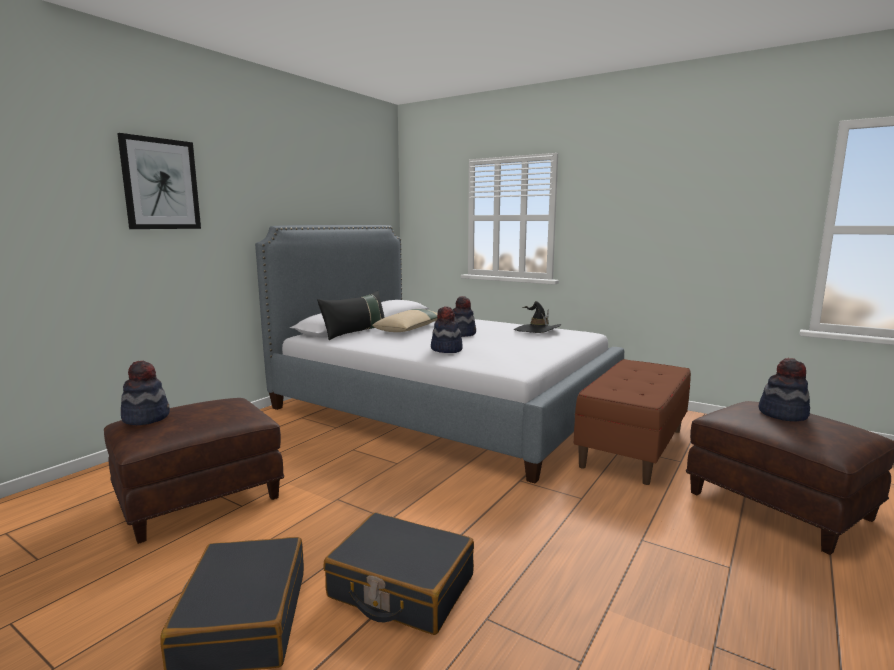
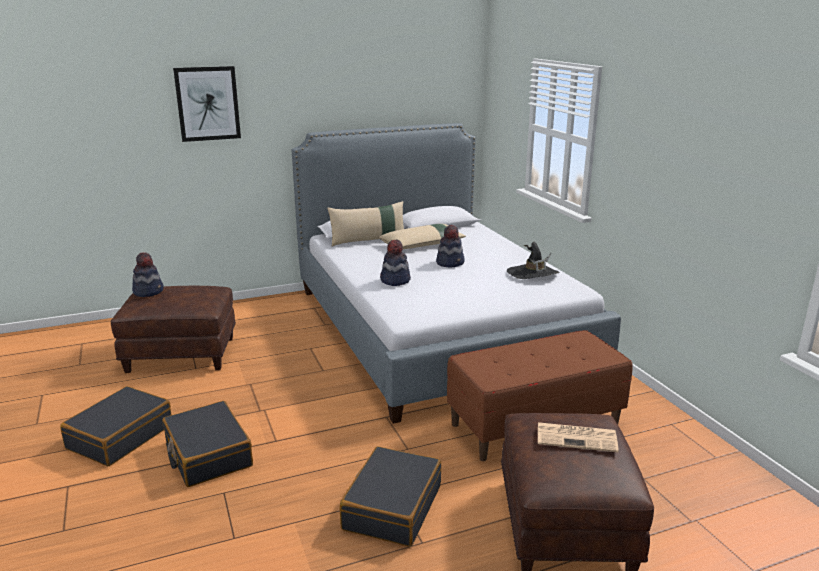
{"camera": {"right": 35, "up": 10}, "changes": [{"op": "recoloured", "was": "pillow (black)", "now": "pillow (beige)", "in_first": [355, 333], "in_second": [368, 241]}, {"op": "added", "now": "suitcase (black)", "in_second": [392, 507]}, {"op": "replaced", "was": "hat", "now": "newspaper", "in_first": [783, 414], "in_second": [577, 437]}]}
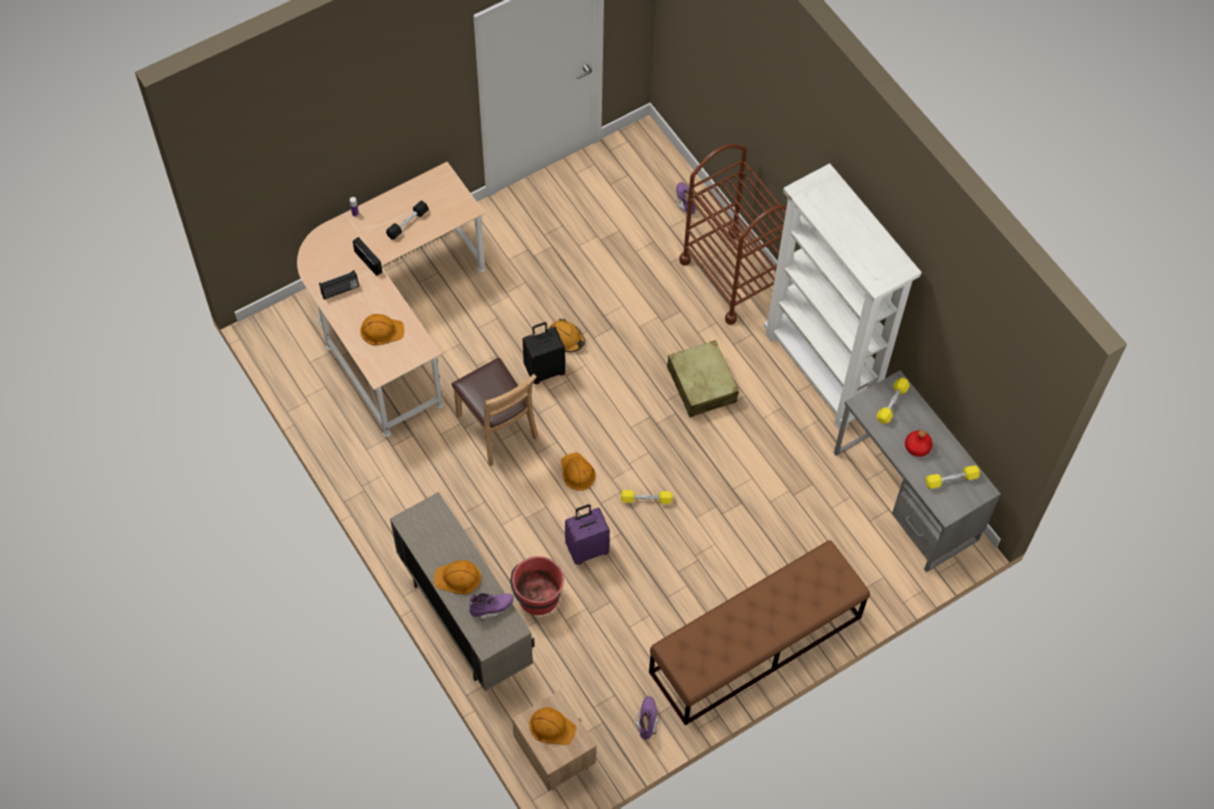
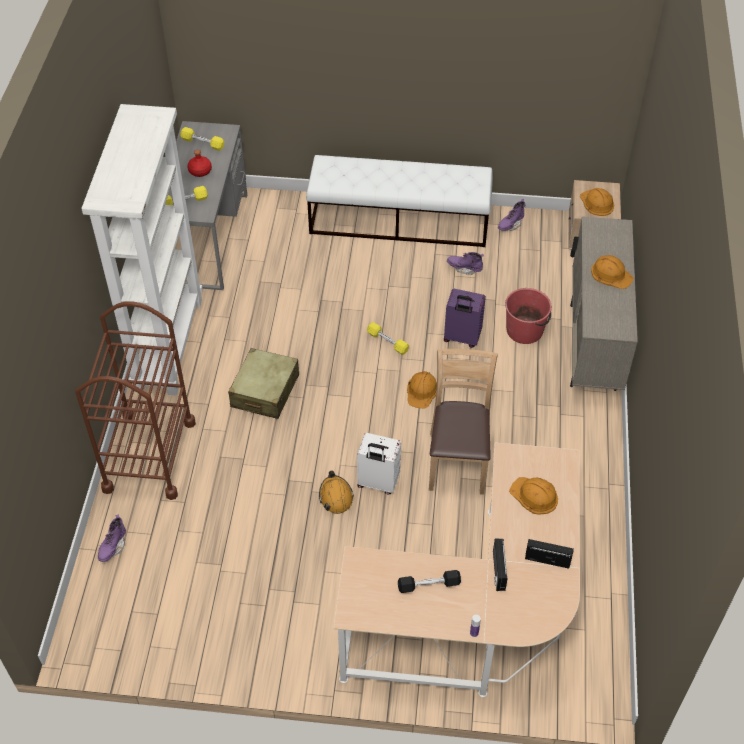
{"camera": {"right": -140, "up": -10}, "changes": [{"op": "recoloured", "was": "bench (brown)", "now": "bench (white)", "in_first": [755, 645], "in_second": [399, 221]}, {"op": "recoloured", "was": "suitcase (black)", "now": "suitcase (white)", "in_first": [544, 370], "in_second": [377, 483]}, {"op": "moved", "was": "boot (purple)", "in_first": [491, 608], "in_second": [464, 268]}]}
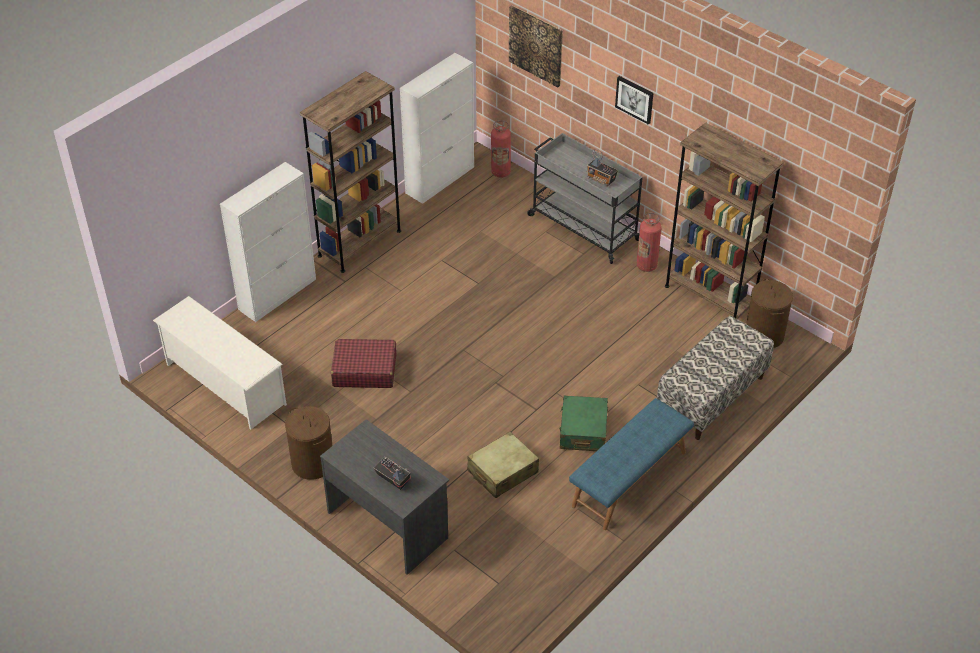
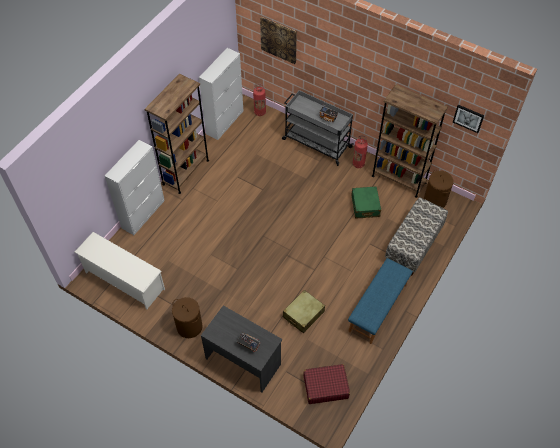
{"camera": {"right": -10, "up": 10}, "changes": [{"op": "moved", "was": "suitcase (red)", "in_first": [364, 370], "in_second": [325, 386]}, {"op": "moved", "was": "suitcase (green)", "in_first": [583, 431], "in_second": [365, 206]}, {"op": "moved", "was": "picture", "in_first": [635, 99], "in_second": [468, 118]}]}
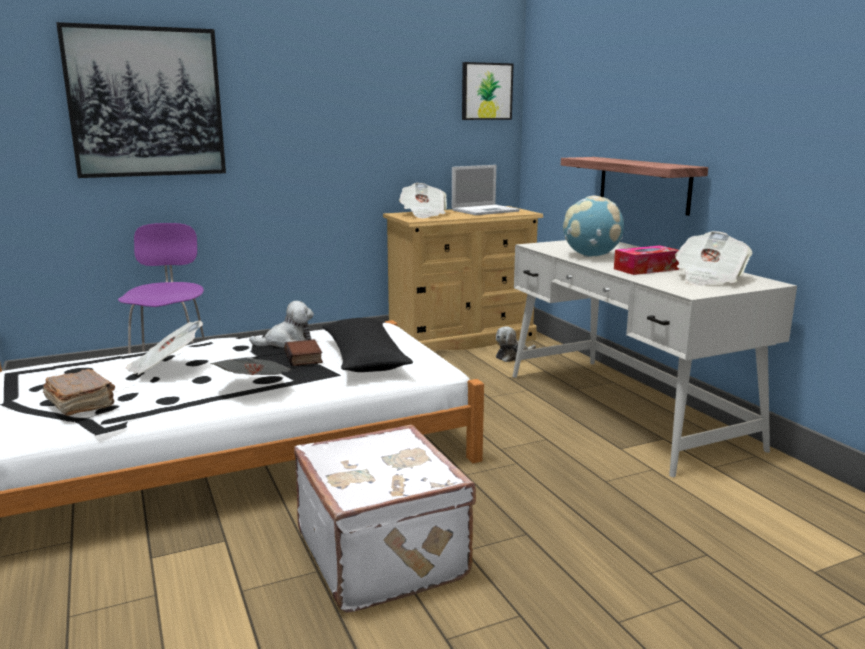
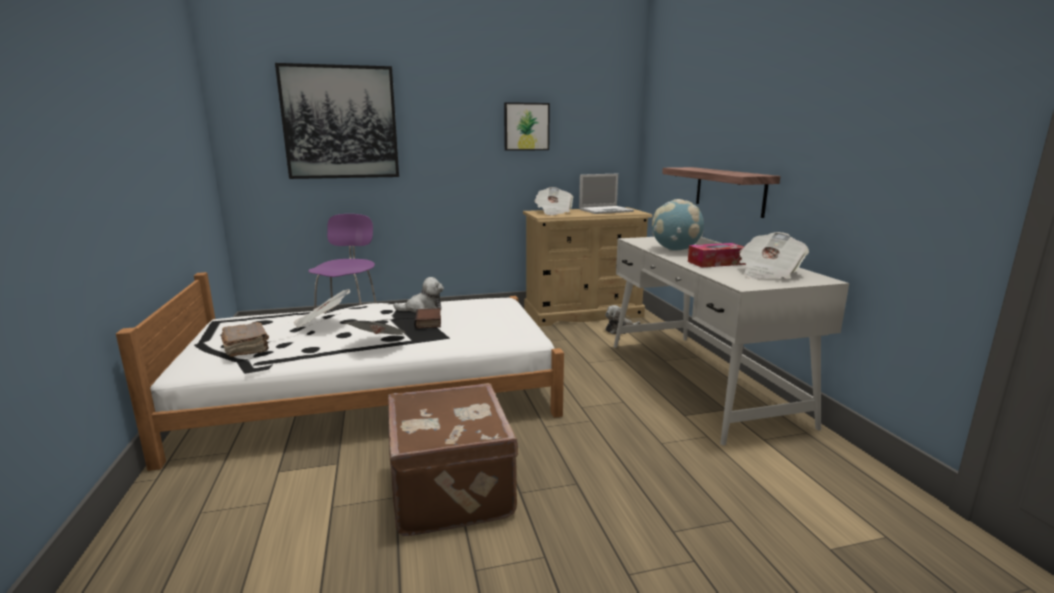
{"camera": {"right": 10, "up": 0}, "changes": [{"op": "recoloured", "was": "suitcase (white)", "now": "suitcase (brown)", "in_first": [384, 554], "in_second": [453, 488]}, {"op": "moved", "was": "picture", "in_first": [486, 91], "in_second": [526, 126]}, {"op": "removed", "was": "pillow (black)", "in_first": [364, 358]}]}
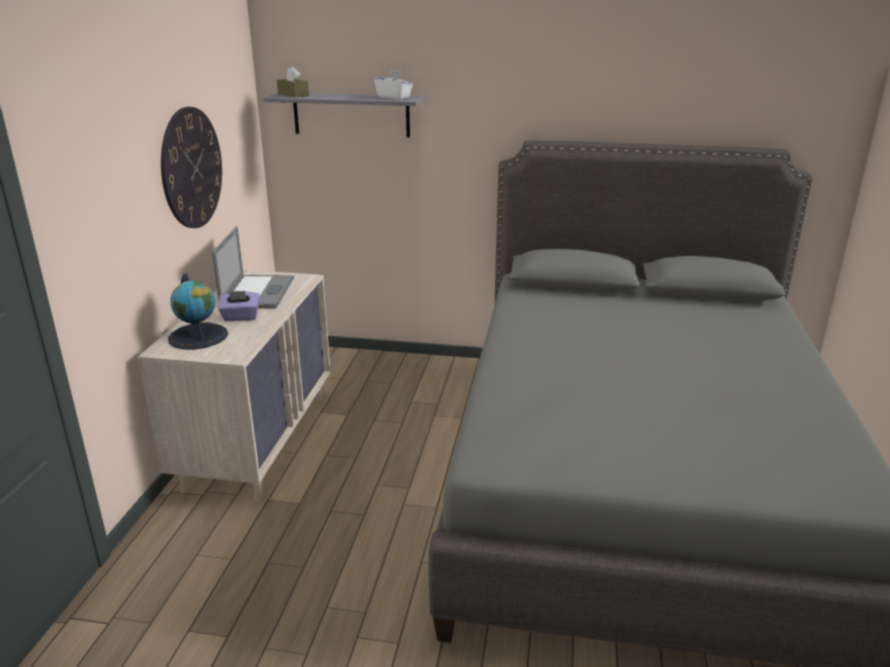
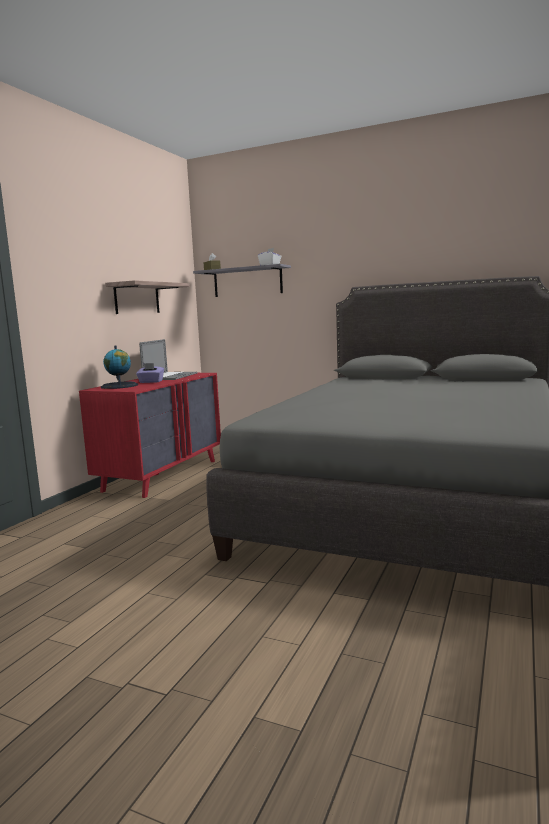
{"camera": {"right": 15, "up": -15}, "changes": [{"op": "recoloured", "was": "dresser (beige)", "now": "dresser (red)", "in_first": [258, 440], "in_second": [162, 475]}, {"op": "replaced", "was": "wall clock", "now": "shelf", "in_first": [191, 168], "in_second": [137, 298]}]}
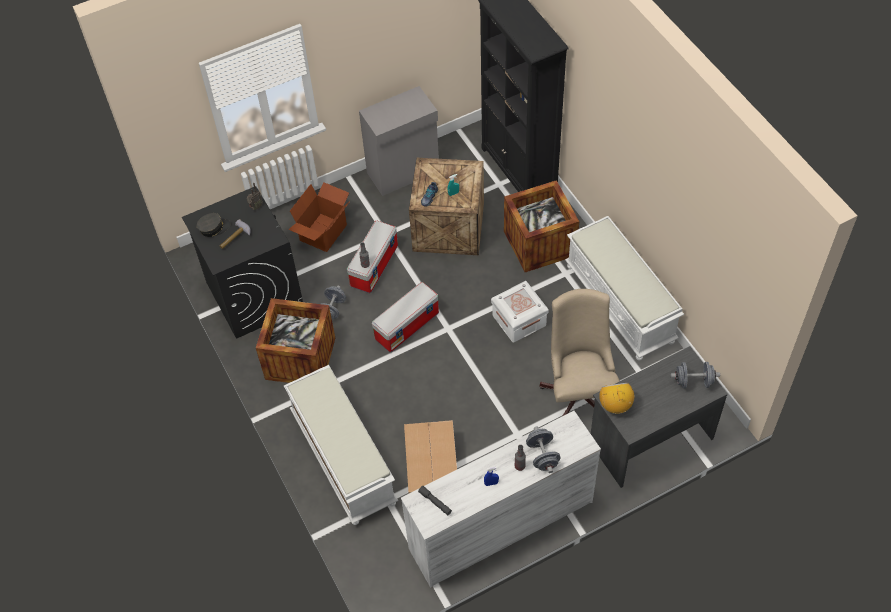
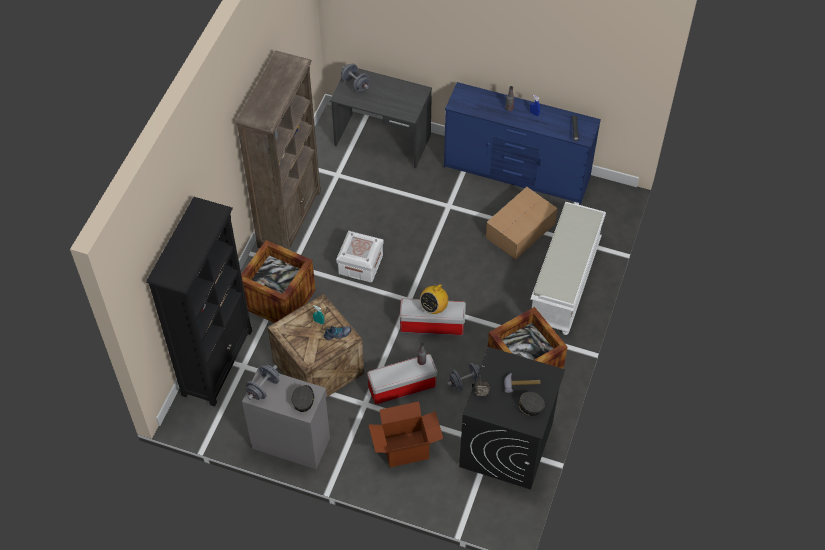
{"camera": {"right": -135, "up": 0}, "changes": [{"op": "replaced", "was": "bench (white)", "now": "bookcase (brown)", "in_first": [620, 304], "in_second": [290, 218]}, {"op": "moved", "was": "dumbbell (grey)", "in_first": [542, 456], "in_second": [263, 388]}, {"op": "added", "now": "cap (grey)", "in_second": [303, 400]}, {"op": "moved", "was": "radio", "in_first": [615, 406], "in_second": [434, 308]}, {"op": "recoloured", "was": "dresser (white)", "now": "dresser (blue)", "in_first": [500, 525], "in_second": [516, 173]}, {"op": "removed", "was": "office chair (beige)", "in_first": [579, 391]}]}
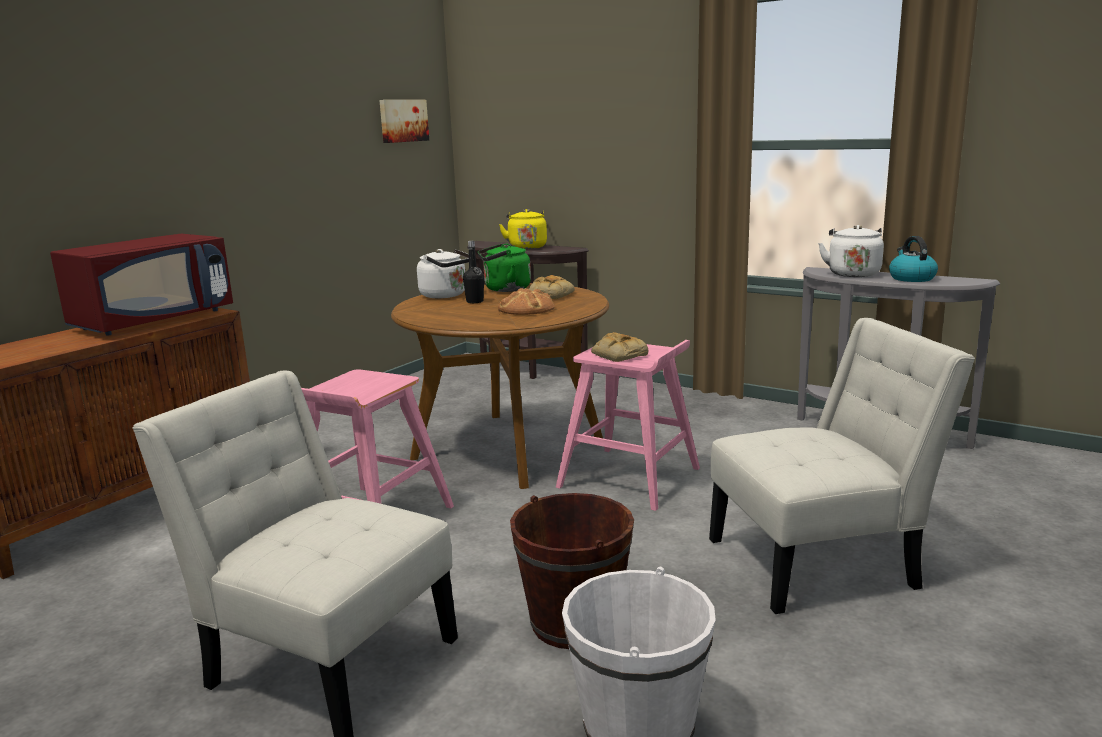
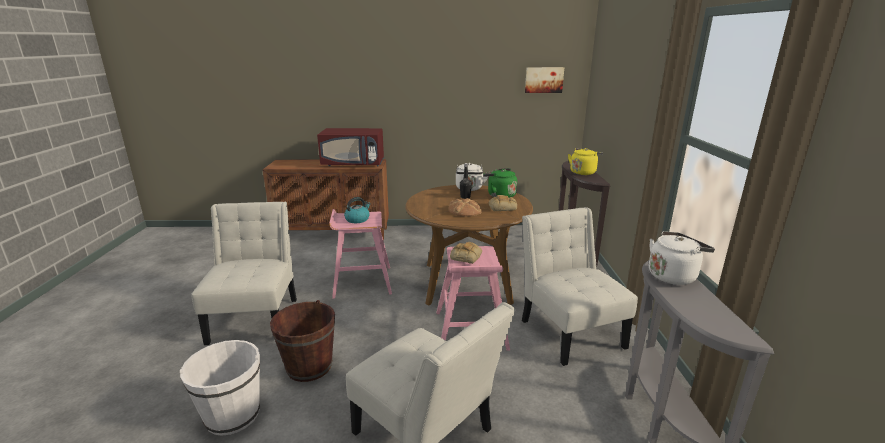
{"camera": {"right": 55, "up": 5}, "changes": [{"op": "moved", "was": "kettle", "in_first": [911, 278], "in_second": [357, 219]}, {"op": "added", "now": "chair (white)", "in_second": [569, 330]}]}
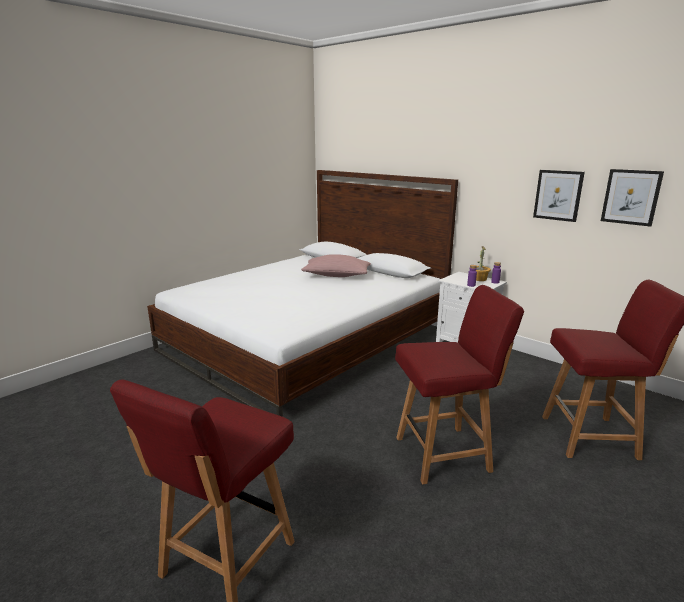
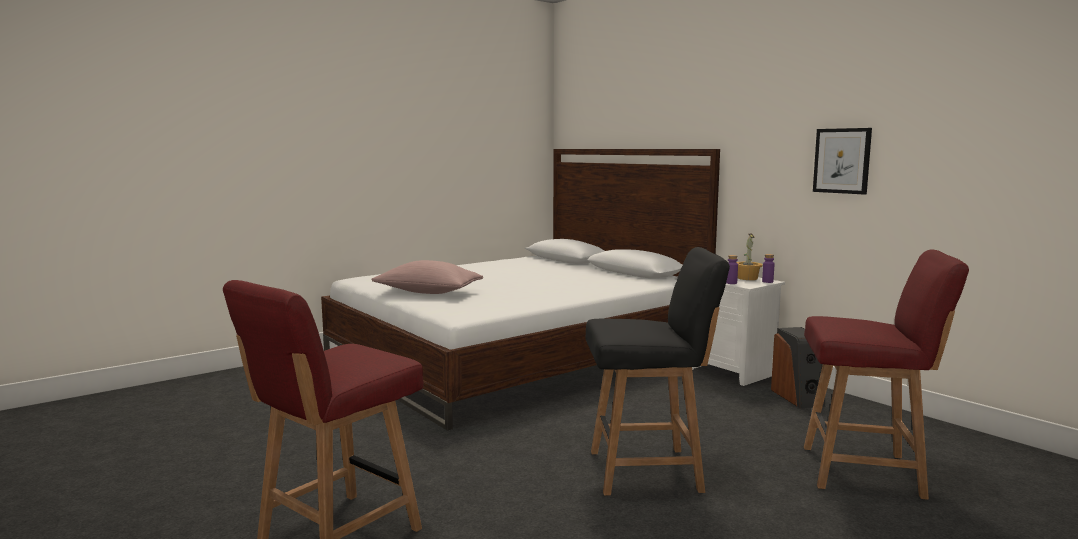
{"camera": {"right": 10, "up": -10}, "changes": [{"op": "moved", "was": "pillow (pink)", "in_first": [336, 276], "in_second": [428, 293]}, {"op": "recoloured", "was": "chair (red)", "now": "chair (black)", "in_first": [445, 454], "in_second": [648, 471]}, {"op": "added", "now": "speaker", "in_second": [798, 397]}, {"op": "removed", "was": "picture", "in_first": [631, 197]}]}
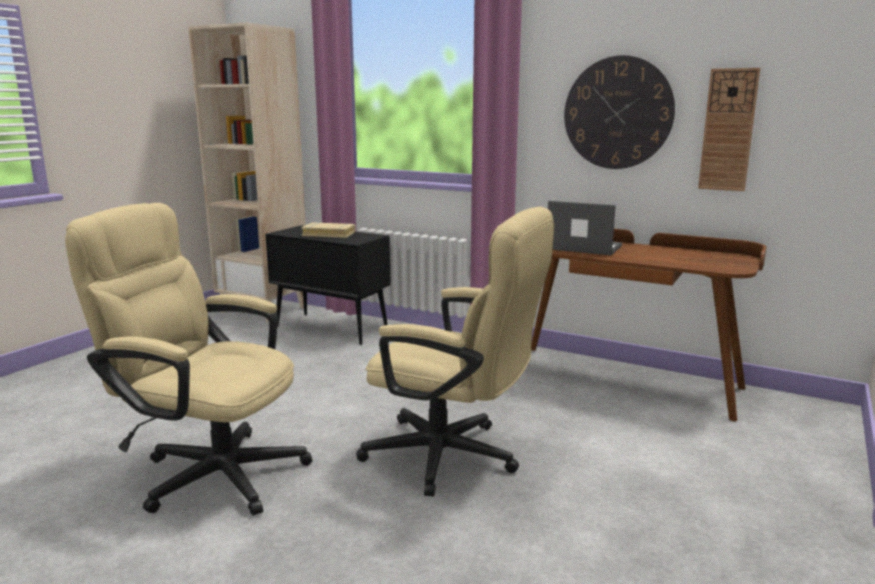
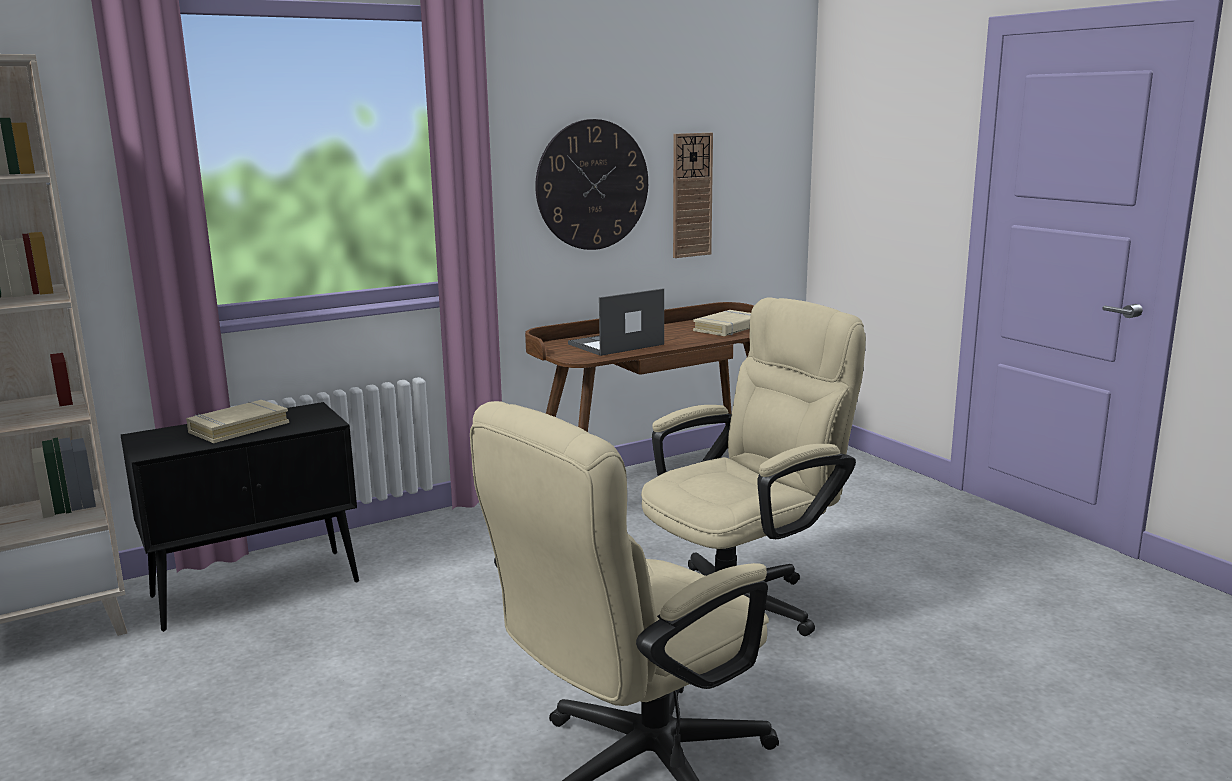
{"camera": {"right": -60, "up": 0}, "changes": [{"op": "added", "now": "book (beige)", "in_second": [728, 328]}]}
